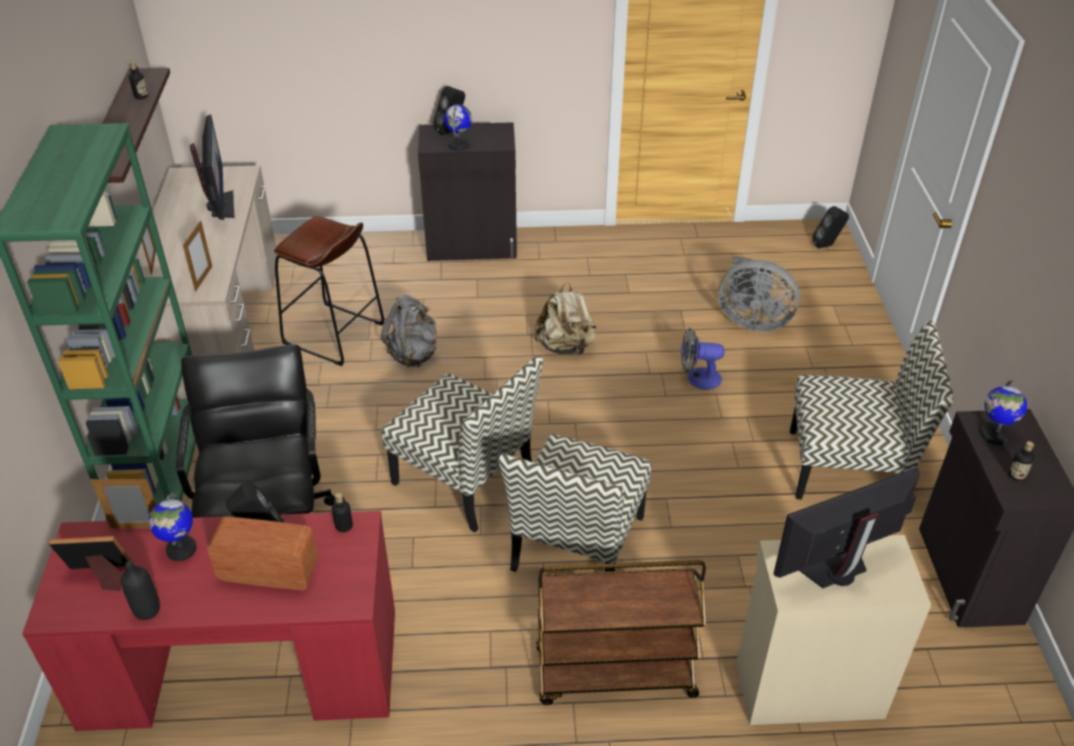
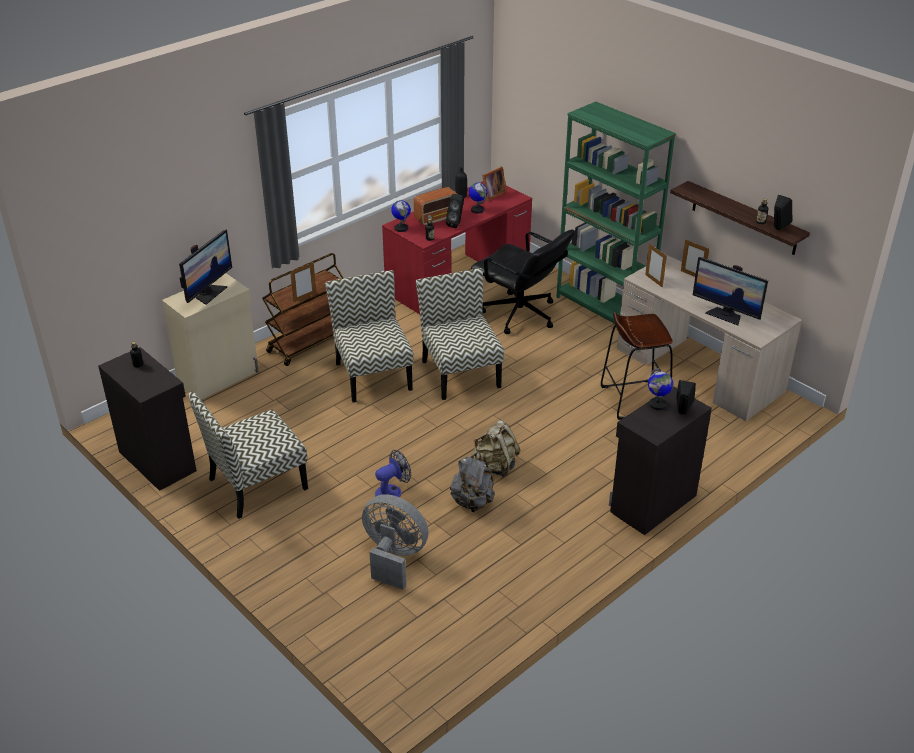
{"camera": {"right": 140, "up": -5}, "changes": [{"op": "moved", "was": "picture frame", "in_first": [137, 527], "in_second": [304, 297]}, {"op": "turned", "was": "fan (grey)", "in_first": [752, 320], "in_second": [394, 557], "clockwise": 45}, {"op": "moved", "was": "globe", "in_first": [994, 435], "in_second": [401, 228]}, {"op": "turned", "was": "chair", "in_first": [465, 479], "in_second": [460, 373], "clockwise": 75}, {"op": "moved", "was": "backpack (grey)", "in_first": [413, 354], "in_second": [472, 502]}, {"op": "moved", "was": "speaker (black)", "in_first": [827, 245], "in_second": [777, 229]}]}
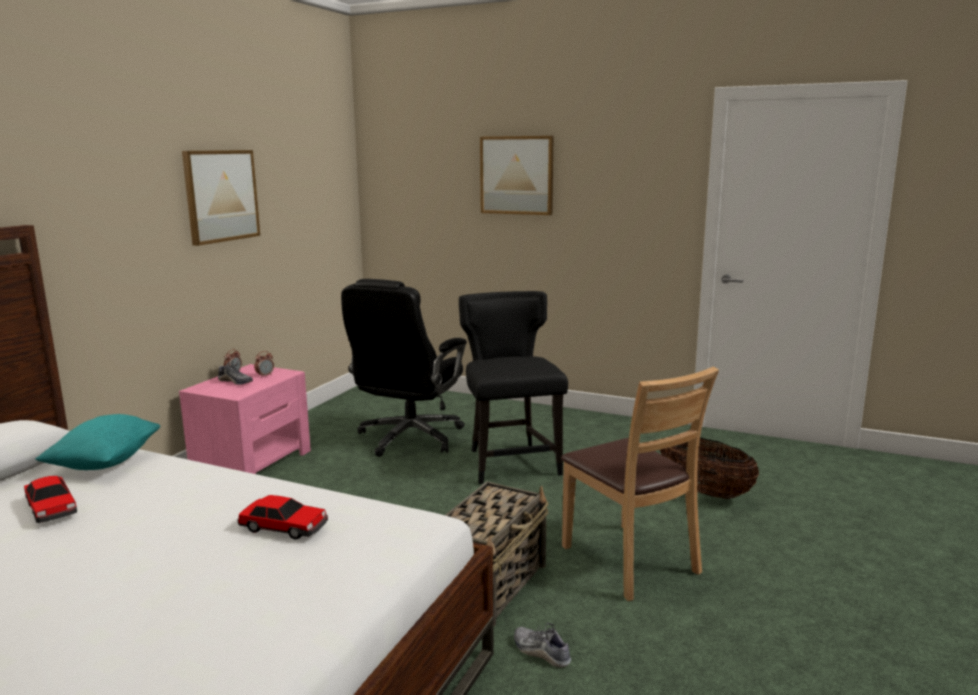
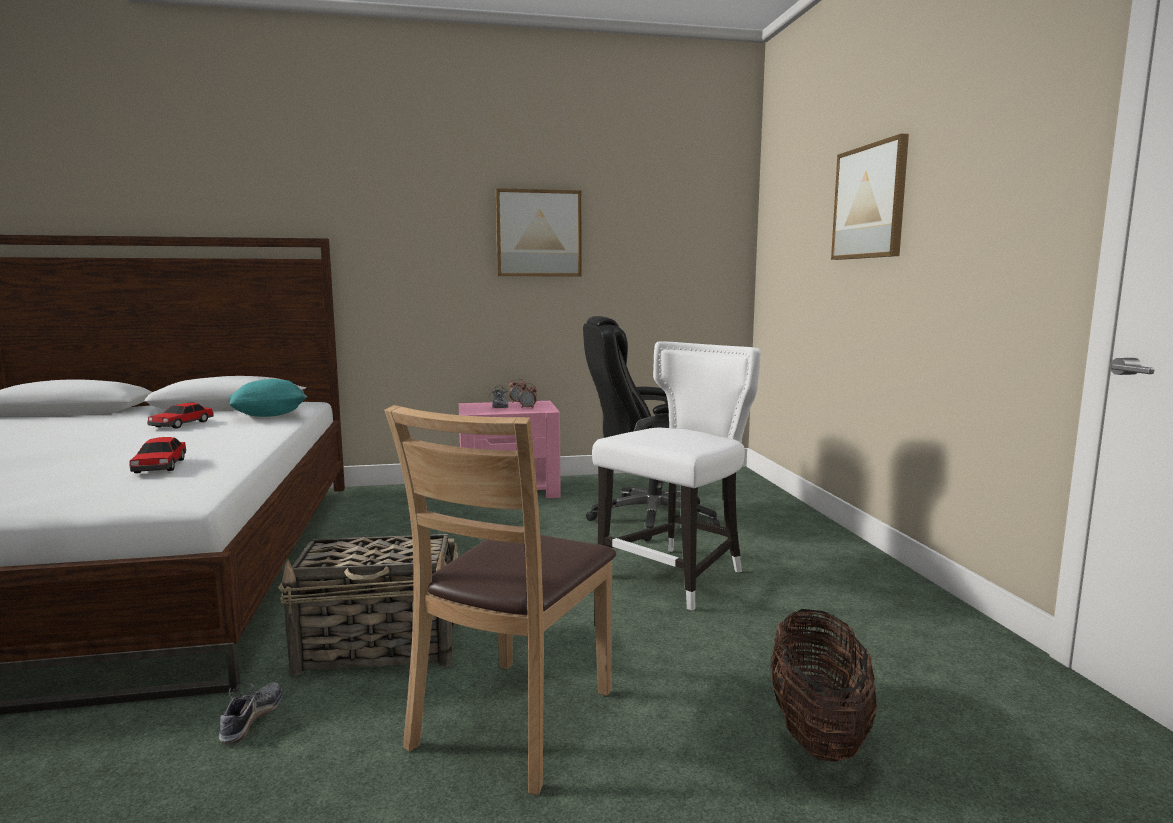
{"camera": {"right": 55, "up": -5}, "changes": [{"op": "recoloured", "was": "chair (black)", "now": "chair (white)", "in_first": [511, 462], "in_second": [677, 575]}]}
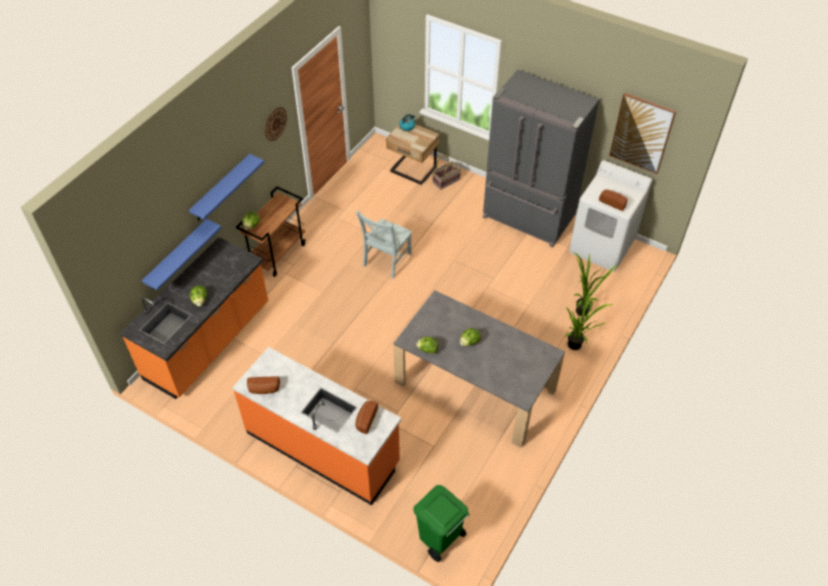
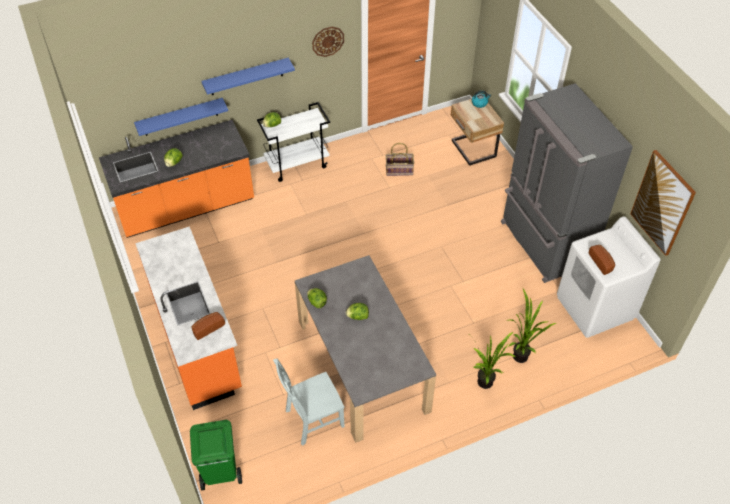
{"camera": {"right": 35, "up": 0}, "changes": [{"op": "recoloured", "was": "cart (brown)", "now": "cart (white)", "in_first": [277, 254], "in_second": [297, 164]}, {"op": "moved", "was": "chair (grey)", "in_first": [386, 261], "in_second": [312, 419]}, {"op": "moved", "was": "basket", "in_first": [446, 180], "in_second": [399, 170]}, {"op": "removed", "was": "bread", "in_first": [264, 390]}]}
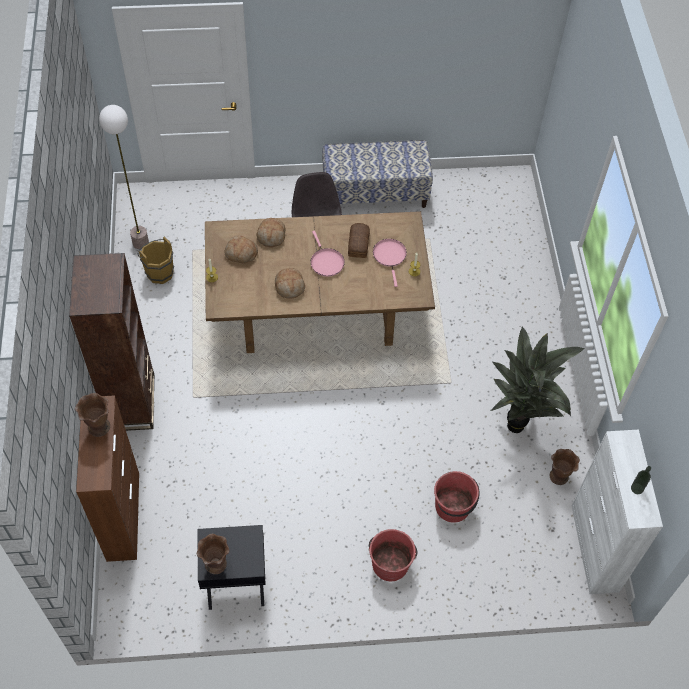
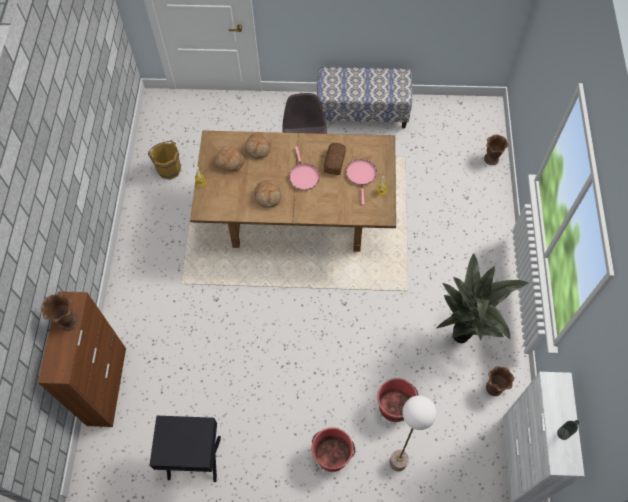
{"camera": {"right": 10, "up": 5}, "changes": [{"op": "moved", "was": "floor lamp", "in_first": [140, 243], "in_second": [398, 463]}, {"op": "moved", "was": "vase (brown)", "in_first": [215, 564], "in_second": [491, 159]}, {"op": "removed", "was": "bookcase (brown)", "in_first": [132, 402]}]}
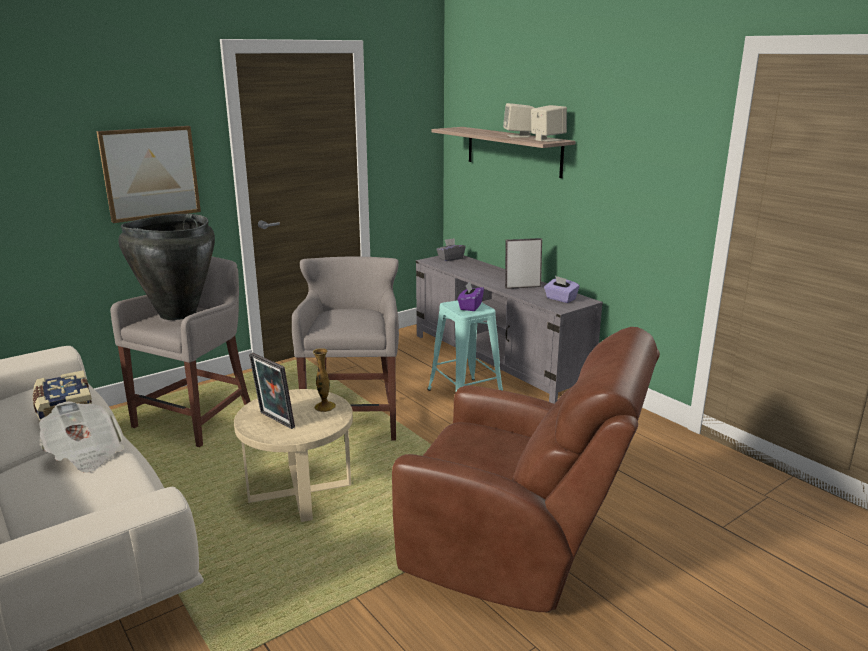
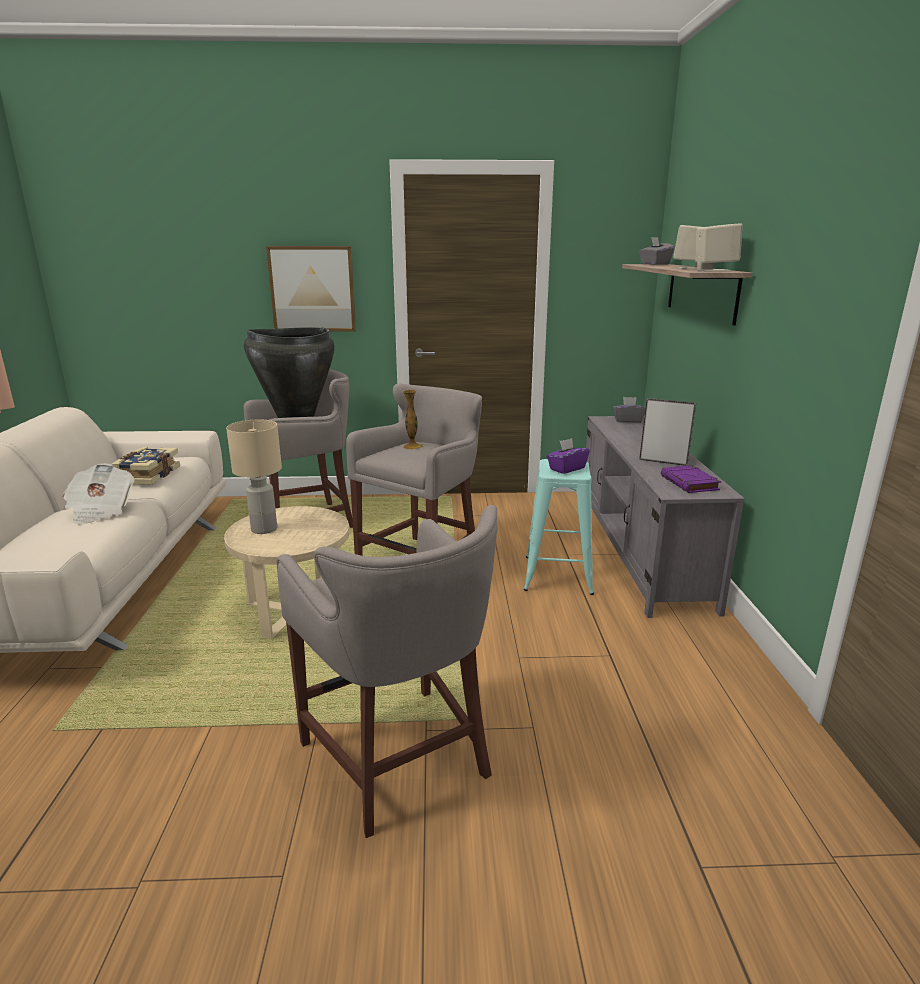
{"camera": {"right": 35, "up": 0}, "changes": [{"op": "replaced", "was": "picture frame", "now": "table lamp (beige)", "in_first": [274, 421], "in_second": [264, 529]}, {"op": "replaced", "was": "armchair (brown)", "now": "stool (grey)", "in_first": [517, 553], "in_second": [399, 760]}, {"op": "moved", "was": "vase", "in_first": [325, 406], "in_second": [412, 446]}, {"op": "added", "now": "tissue box (grey)", "in_second": [654, 264]}, {"op": "replaced", "was": "tissue box (purple)", "now": "book (purple)", "in_first": [560, 299], "in_second": [690, 483]}]}
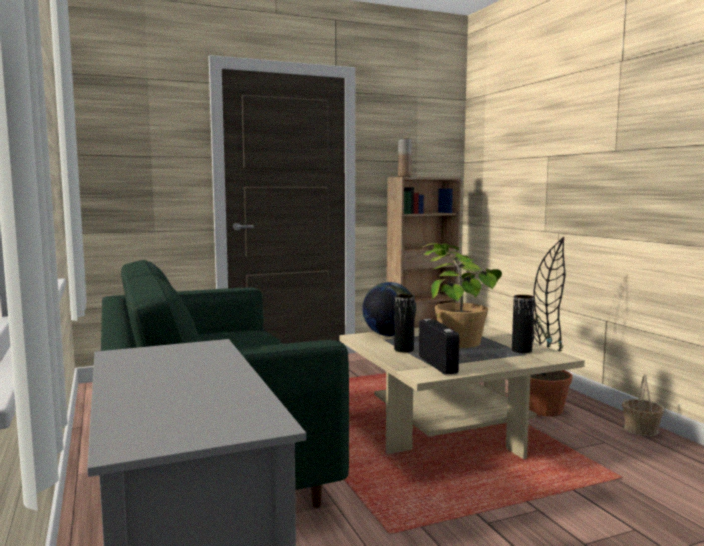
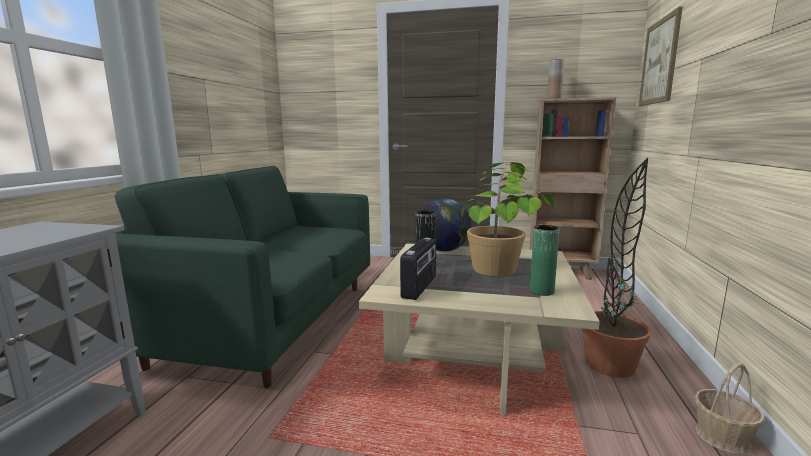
{"camera": {"right": 35, "up": 5}, "changes": [{"op": "recoloured", "was": "vase (black)", "now": "vase (green)", "in_first": [521, 350], "in_second": [541, 291]}, {"op": "added", "now": "picture", "in_second": [659, 62]}]}
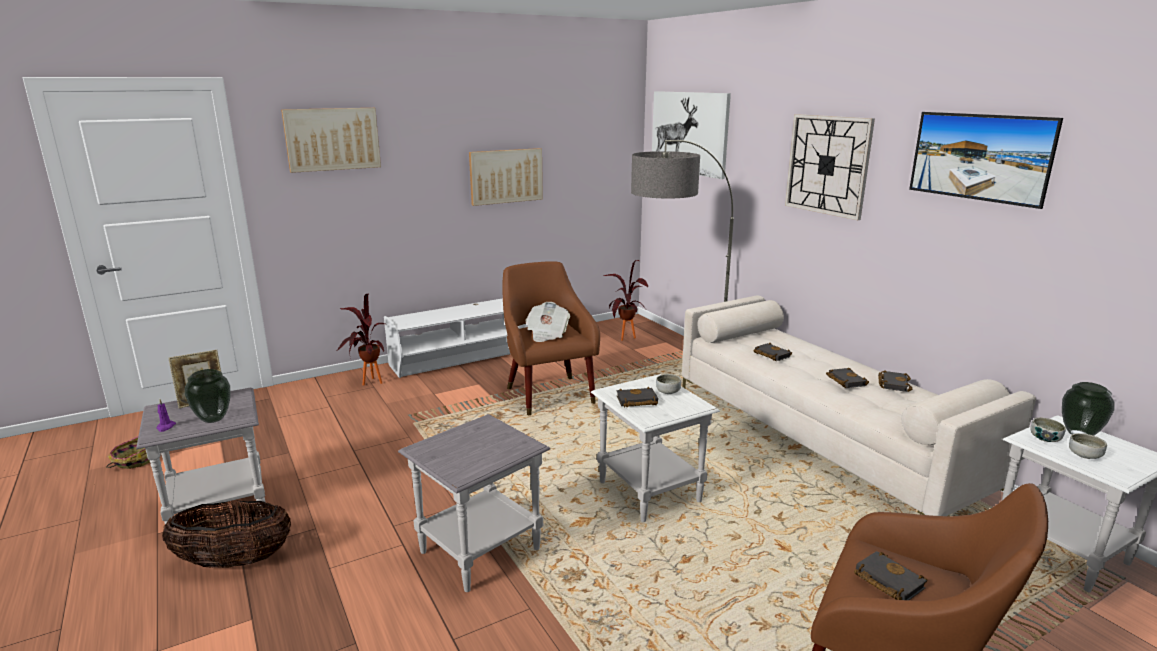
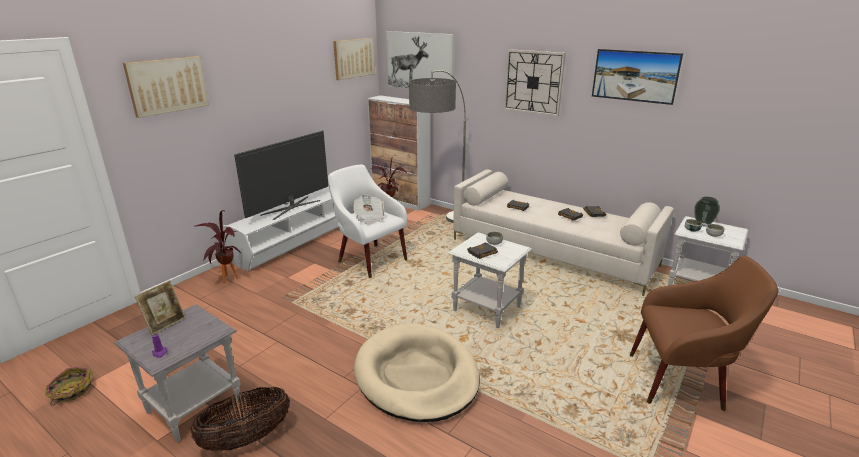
{"camera": {"right": -25, "up": 5}, "changes": [{"op": "added", "now": "television", "in_second": [291, 207]}, {"op": "recoloured", "was": "armchair (brown)", "now": "armchair (white)", "in_first": [548, 392], "in_second": [369, 259]}, {"op": "moved", "was": "picture", "in_first": [506, 176], "in_second": [353, 58]}, {"op": "replaced", "was": "side table (grey)", "now": "dog bed (beige)", "in_first": [479, 551], "in_second": [416, 375]}, {"op": "added", "now": "cabinet", "in_second": [400, 201]}, {"op": "removed", "was": "vase", "in_first": [213, 419]}, {"op": "removed", "was": "book (black)", "in_first": [886, 581]}]}
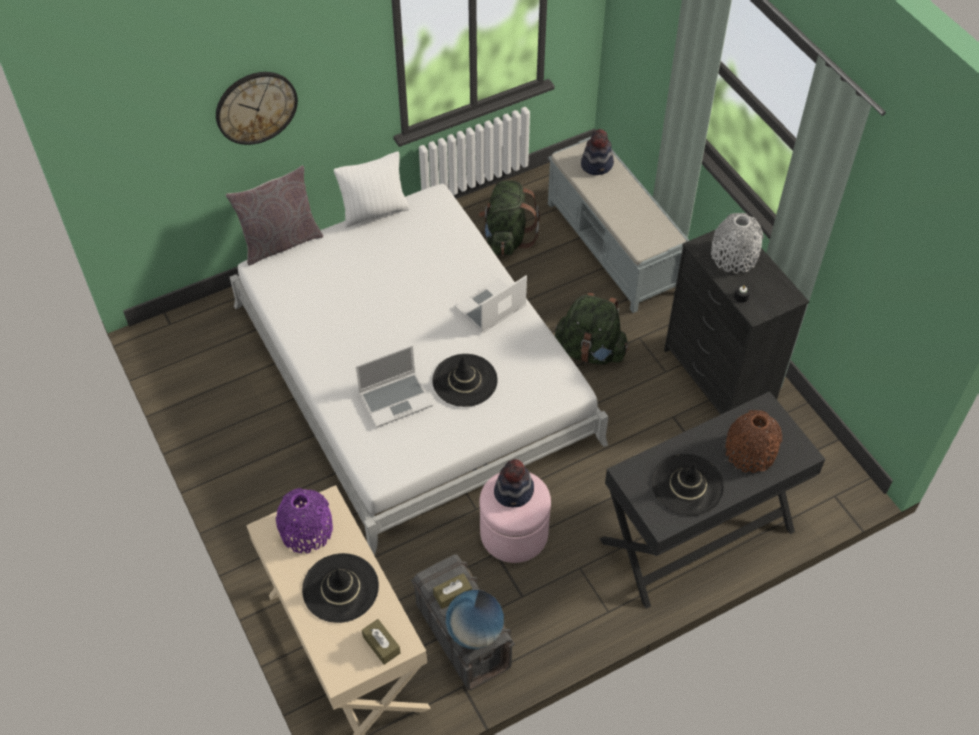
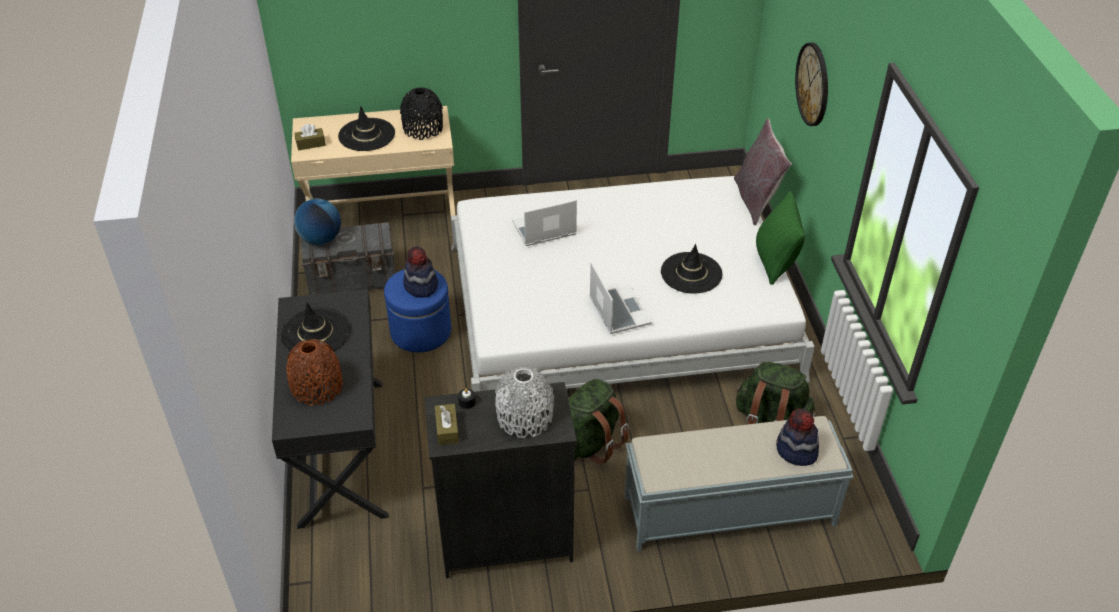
{"camera": {"right": 110, "up": -10}, "changes": [{"op": "recoloured", "was": "ottoman (pink)", "now": "ottoman (blue)", "in_first": [514, 533], "in_second": [421, 331]}, {"op": "recoloured", "was": "vase (purple)", "now": "vase (black)", "in_first": [306, 530], "in_second": [423, 128]}, {"op": "moved", "was": "tissue box (brown)", "in_first": [452, 594], "in_second": [447, 429]}, {"op": "turned", "was": "laptop", "in_first": [396, 399], "in_second": [543, 229], "clockwise": 75}, {"op": "moved", "was": "hat (black)", "in_first": [465, 381], "in_second": [691, 273]}, {"op": "recoloured", "was": "pillow (white)", "now": "pillow (green)", "in_first": [374, 212], "in_second": [775, 262]}]}
